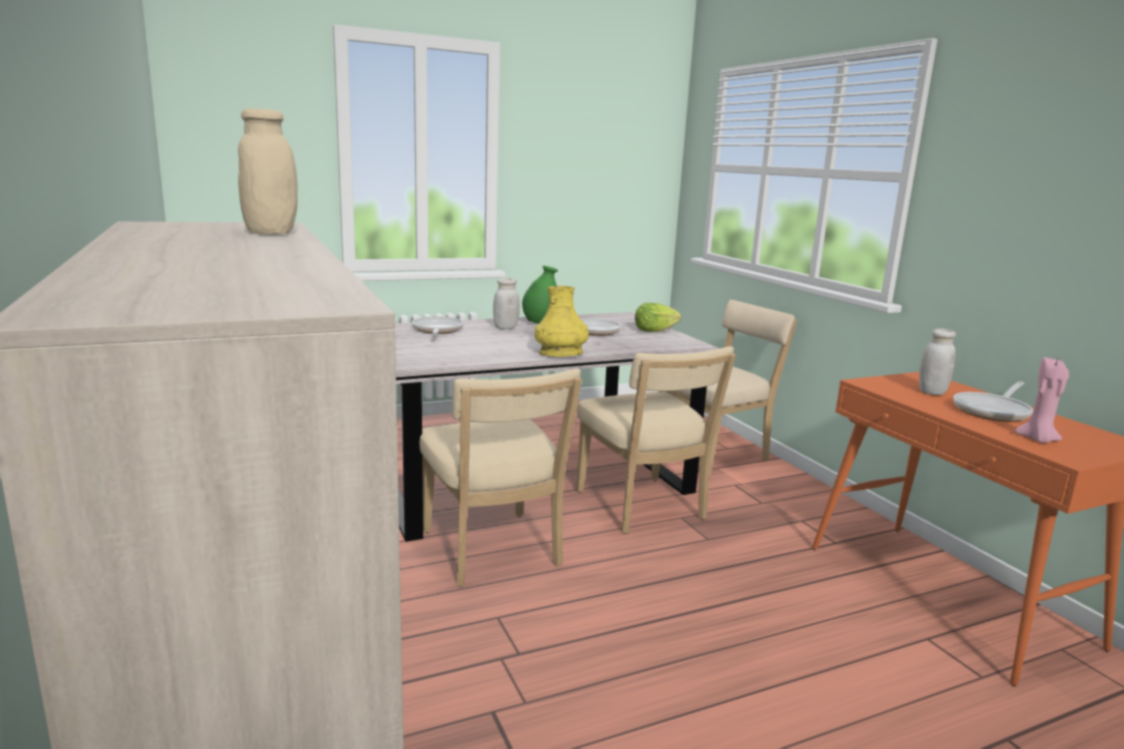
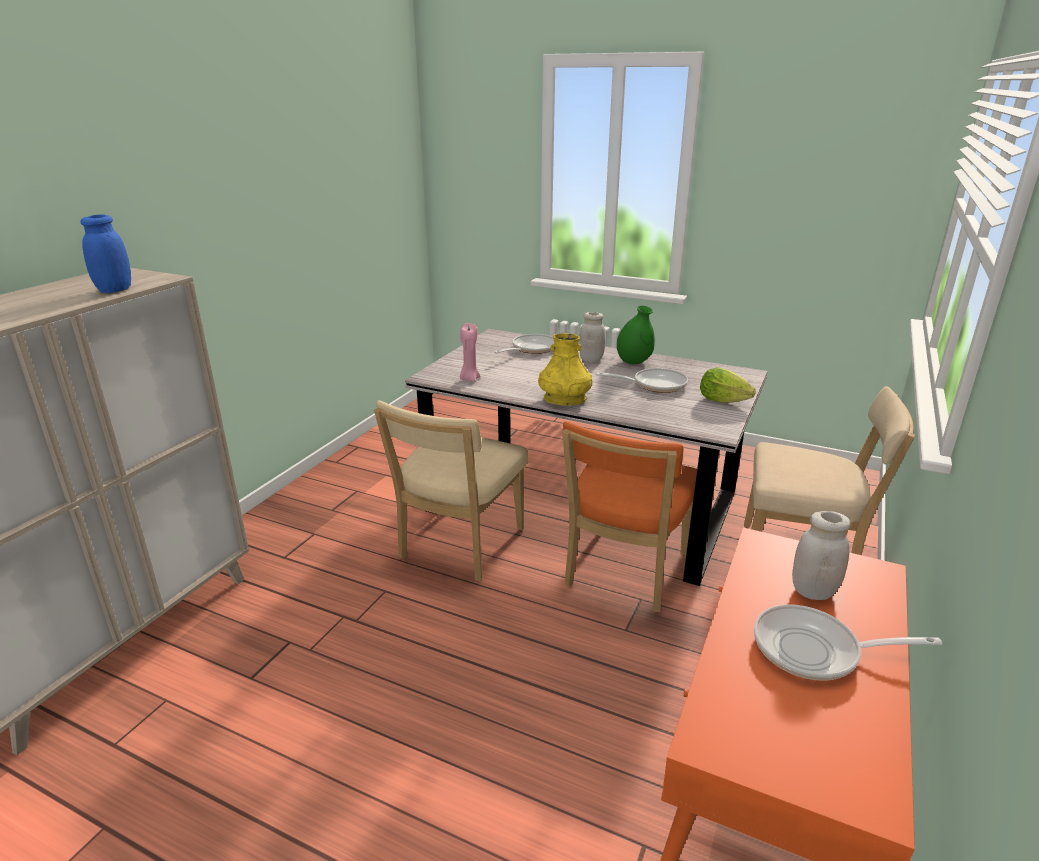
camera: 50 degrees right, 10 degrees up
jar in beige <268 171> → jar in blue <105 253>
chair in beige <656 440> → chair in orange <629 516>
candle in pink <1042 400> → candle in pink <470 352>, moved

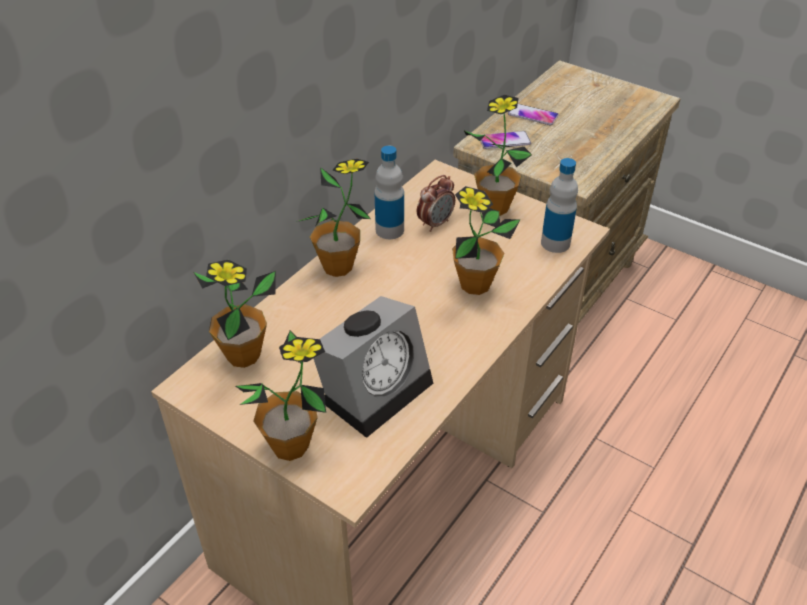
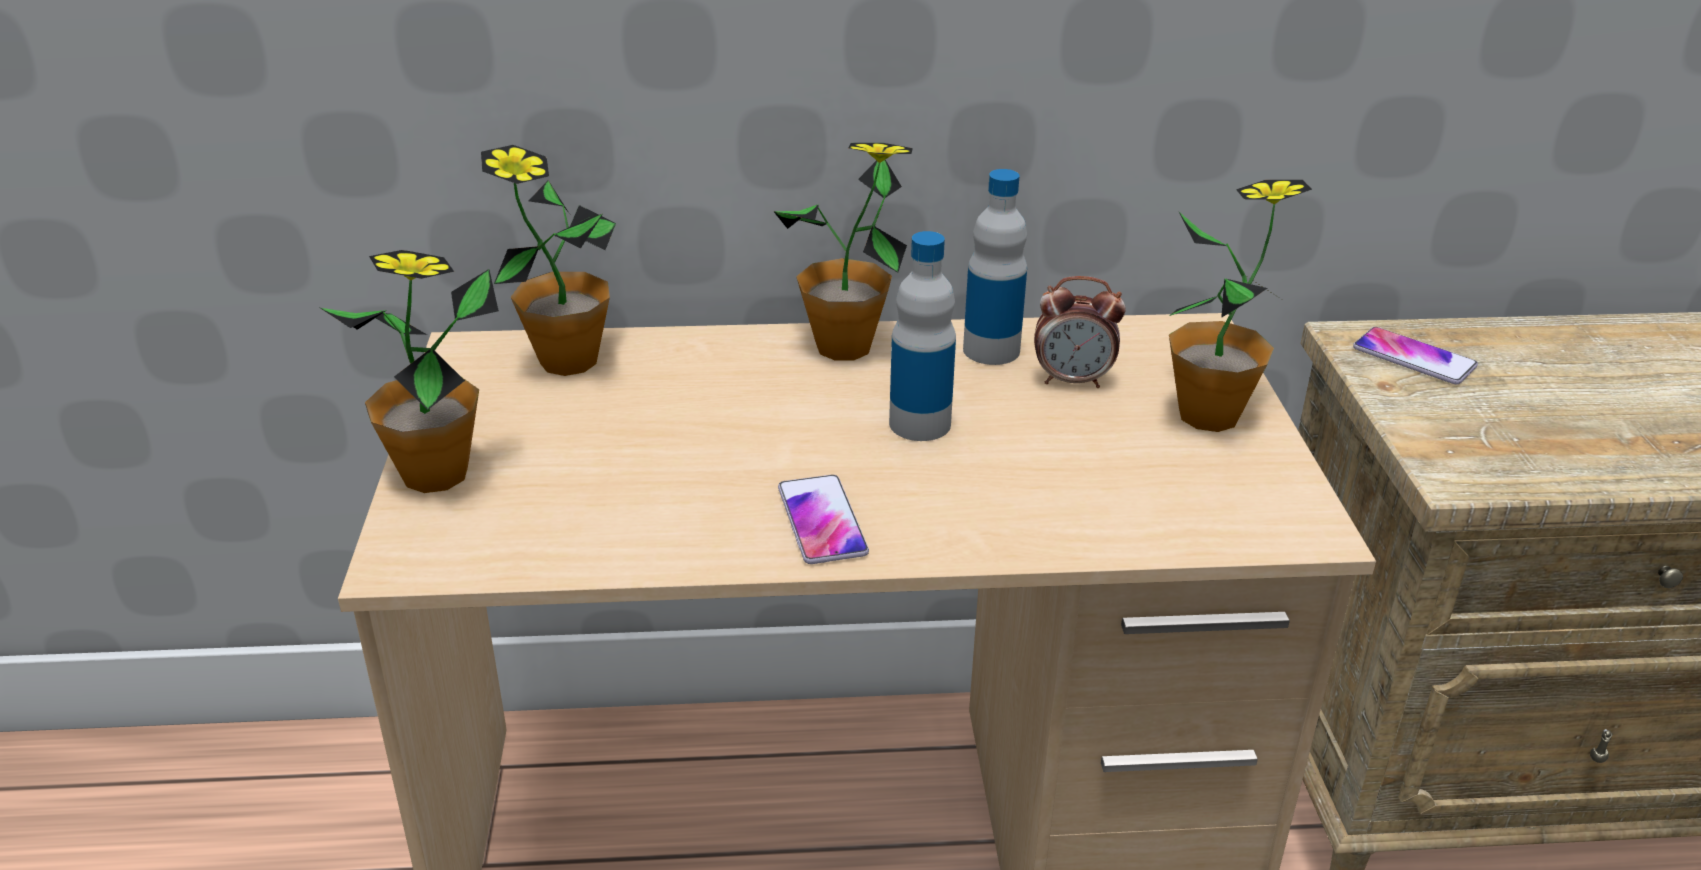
camera: 50 degrees right, 10 degrees down
phone <533 114> → phone <823 519>, moved
bottle <559 205> → bottle <922 336>, moved
potted plant <486 240> → -
alarm clock <373 367> → -

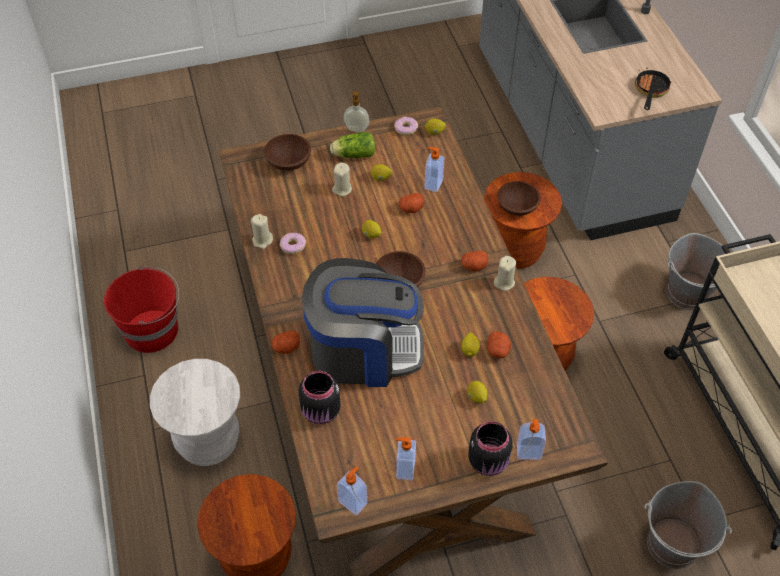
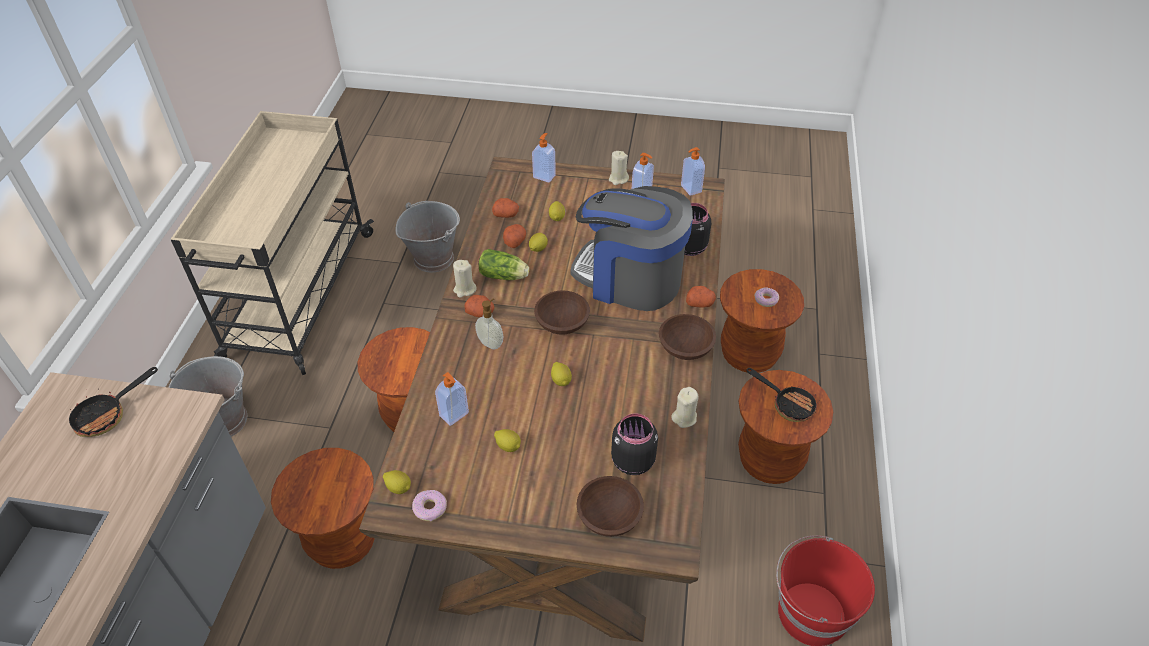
camera: 155 degrees left, 5 degrees down
soap dispenser <356 111> → soap dispenser <489 323>, moved
lettuce <352 145> → lettuce <504 264>, moved
candle in beige <342 179> → candle in beige <619 168>, moved
bowl in brown <519 198> → bowl in brown <687 337>, moved
potato <411 203> → potato <505 208>, moved
donut <293 243> → donut <766 297>, moved
stool in white <195 412> → stool in brown <785 427>
jar in black <490 448> → jar in black <634 444>, moved
- → frying pan <782 395>

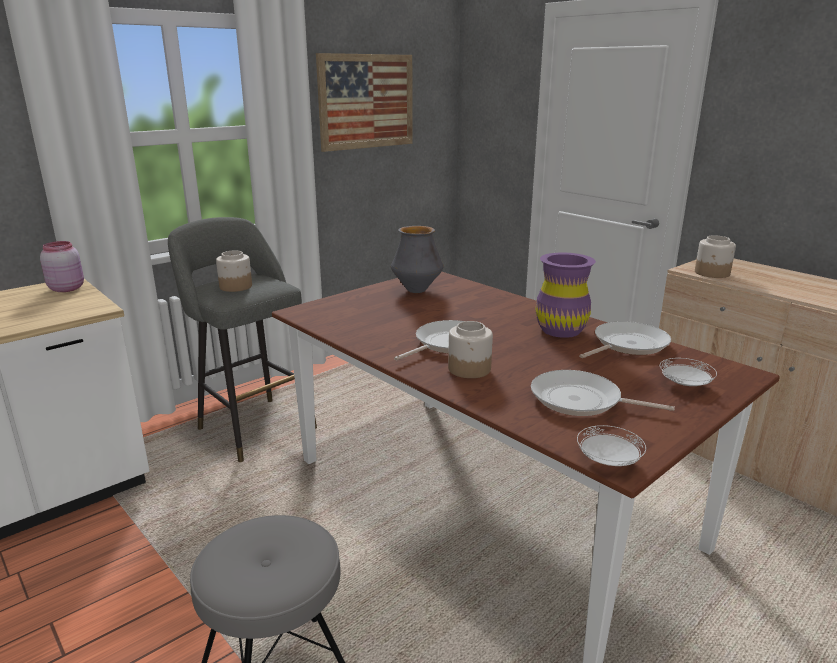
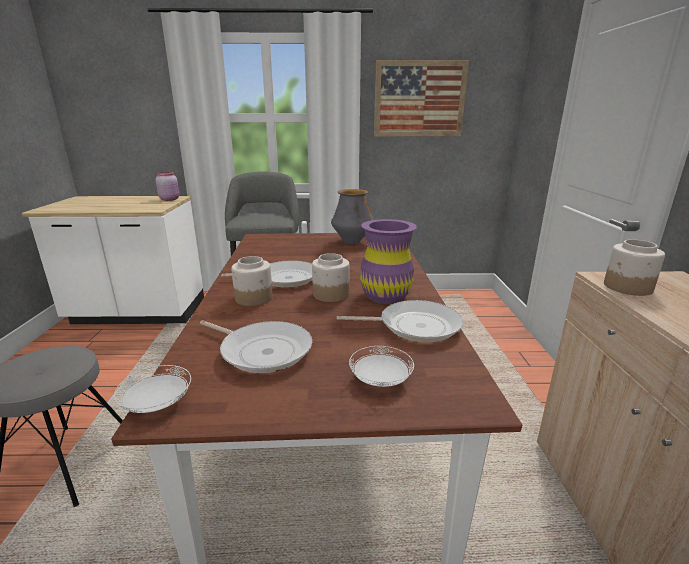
camera: 40 degrees right, 0 degrees up
jar <234 271> → jar <330 277>, moved
frying pan <603 393> → frying pan <256 346>, 150 degrees clockwise

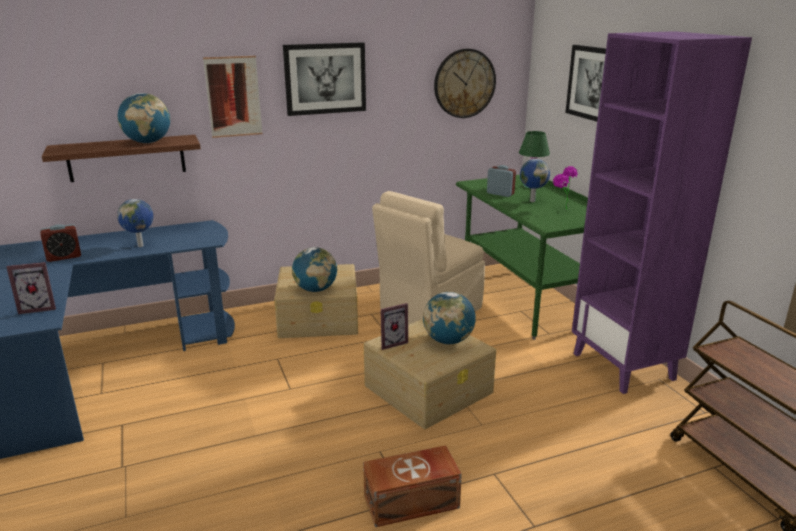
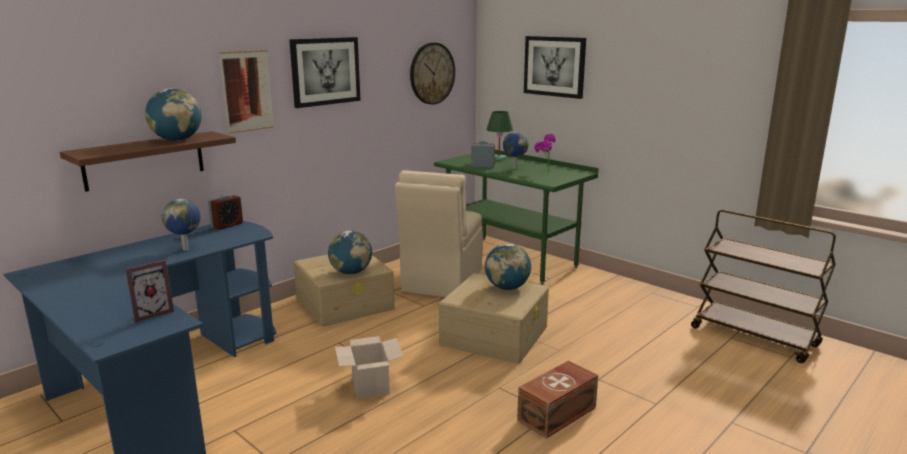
camera: 25 degrees left, 5 degrees down
bookcase in purple <662 212> → -
alarm clock <60 243> → alarm clock <225 212>, moved
picture frame <394 326> → -
- → cardboard box <369 367>

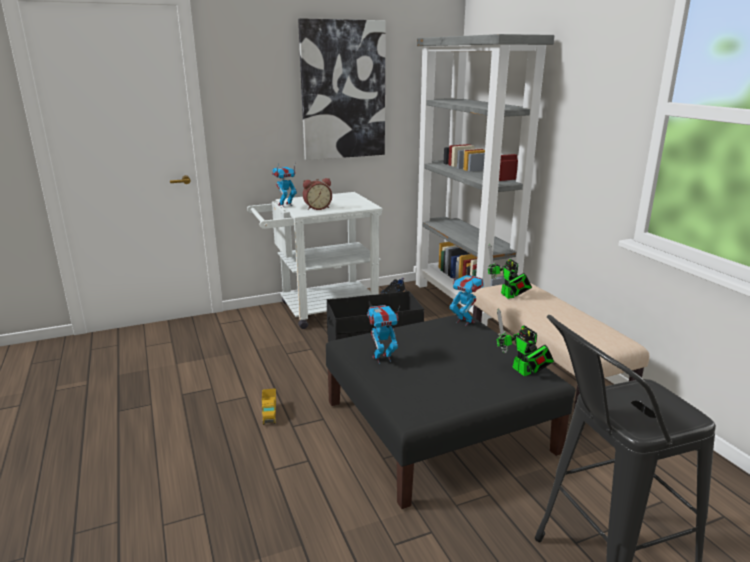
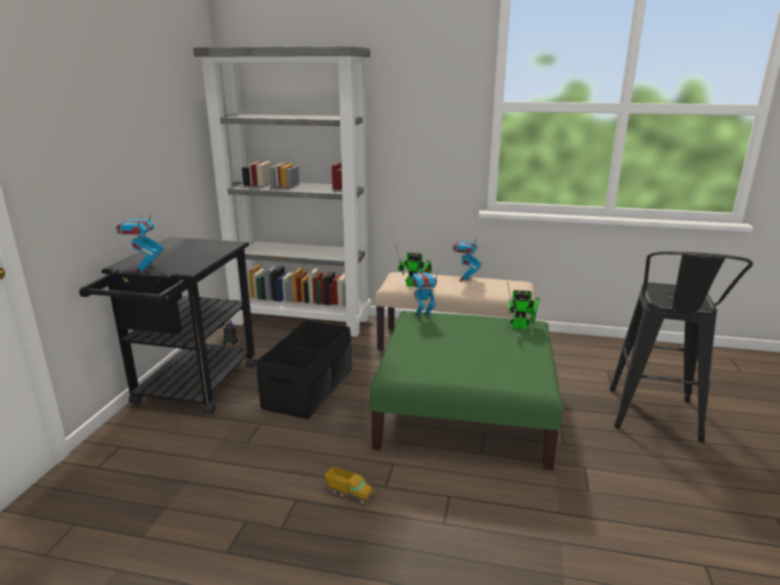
camera: 55 degrees left, 0 degrees up
picture <342 89> → -
alarm clock <317 194> → -
cart in white <315 260> → cart in black <167 325>
toy robot <383 334> → toy robot <466 259>, moved
ottoman in black <450 412> → ottoman in green <466 390>

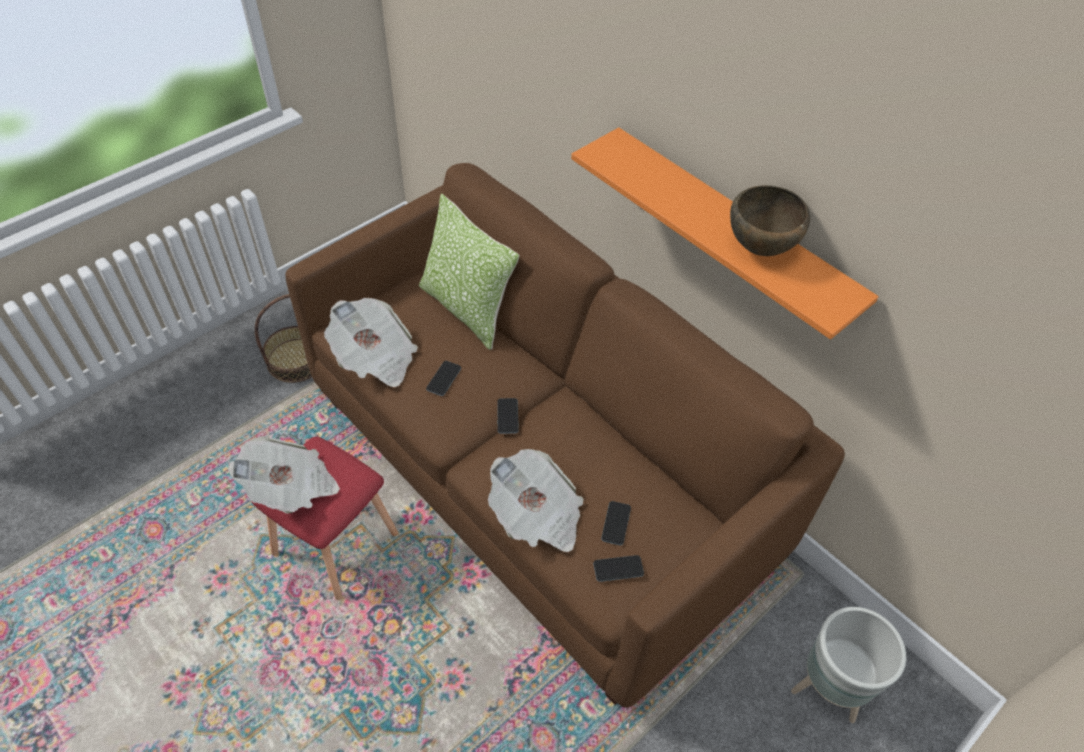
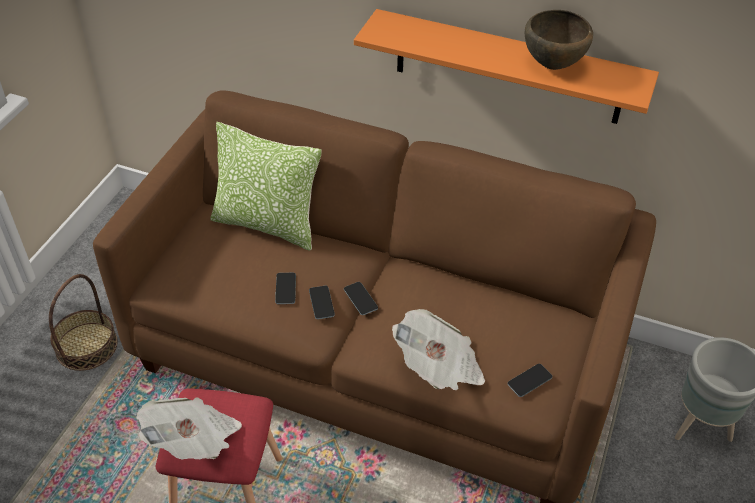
camera: 25 degrees left, 5 degrees down
newspaper <371 342> → -
phone <616 523> → phone <322 302>, moved

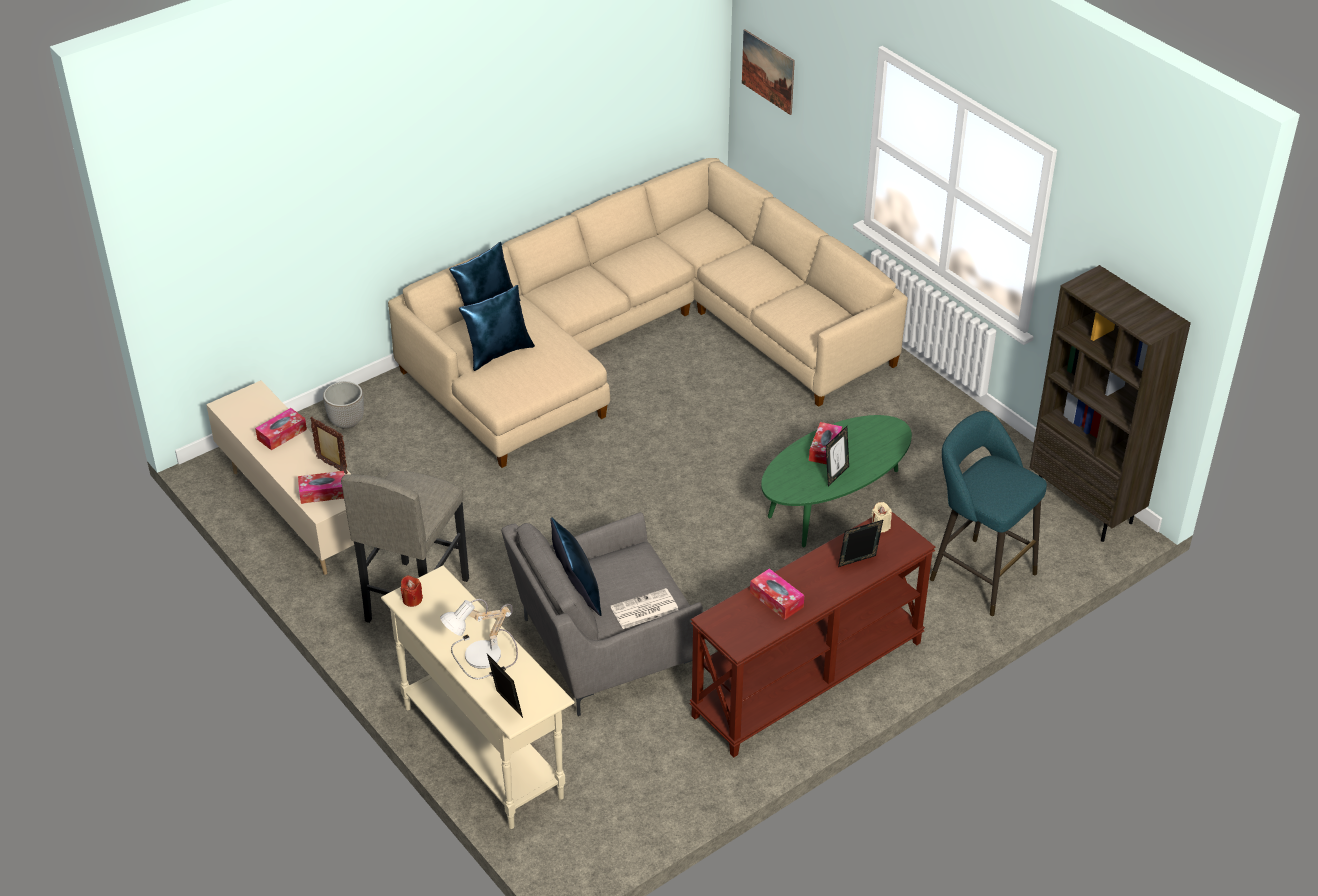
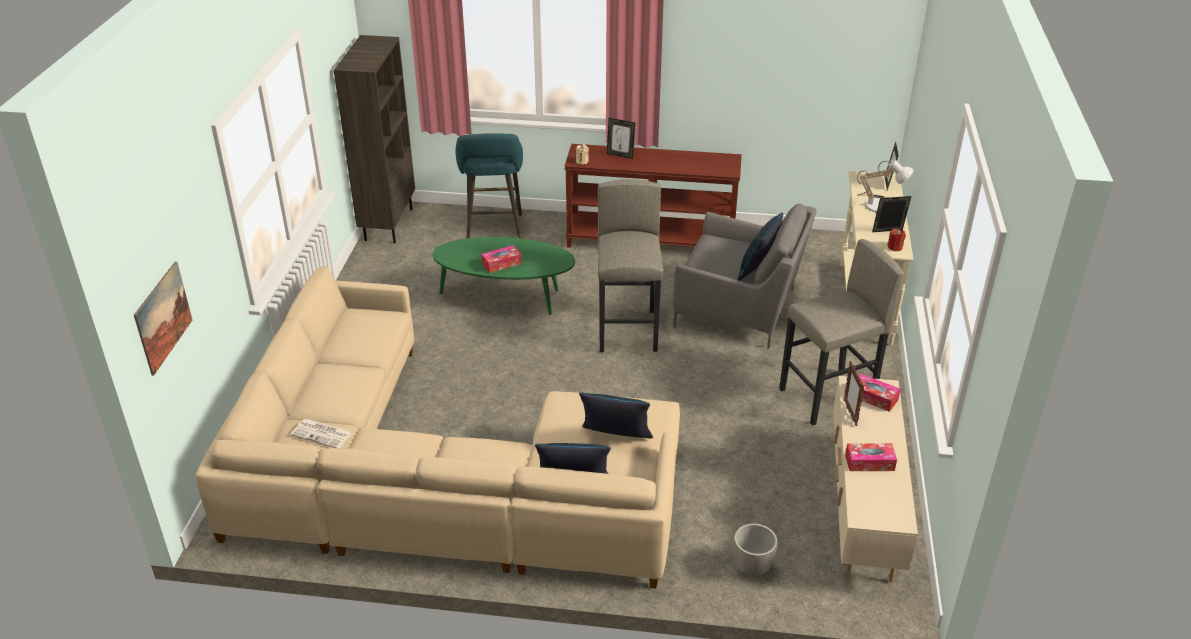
camera: 135 degrees left, 5 degrees down
picture frame <837 456> → picture frame <891 214>, moved
tissue box <777 594> → -
newspaper <644 608> → newspaper <322 433>, moved
- → stool in grey <630 265>

